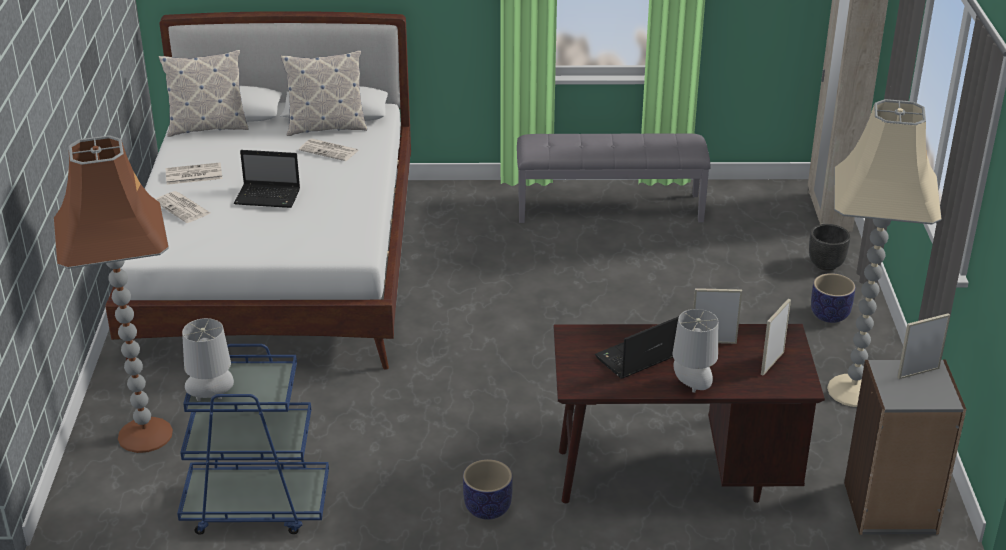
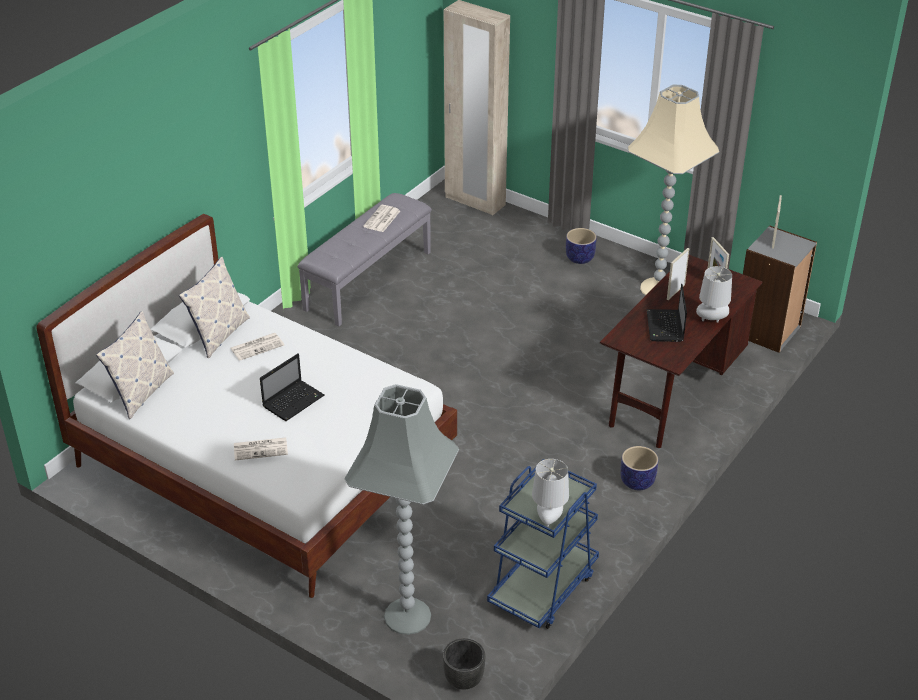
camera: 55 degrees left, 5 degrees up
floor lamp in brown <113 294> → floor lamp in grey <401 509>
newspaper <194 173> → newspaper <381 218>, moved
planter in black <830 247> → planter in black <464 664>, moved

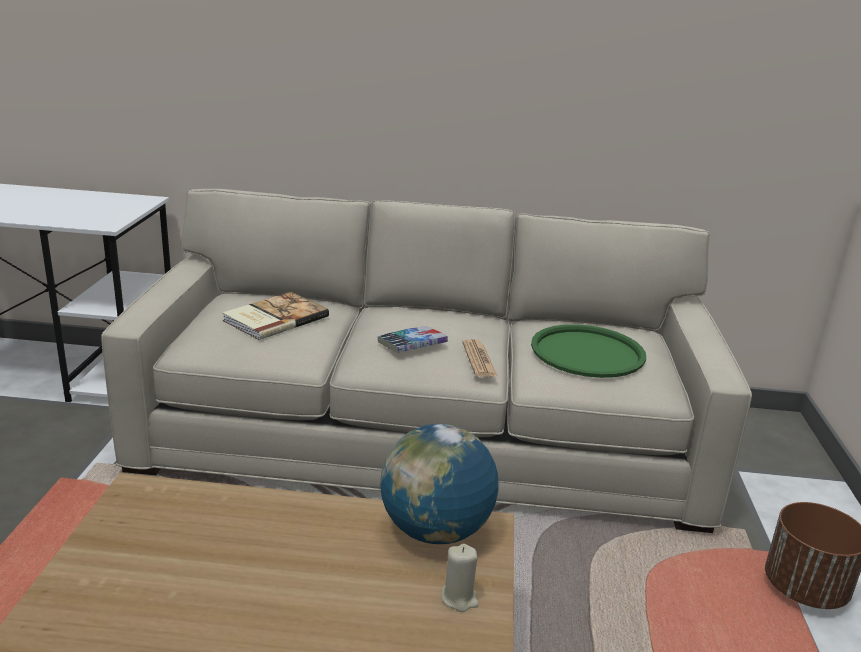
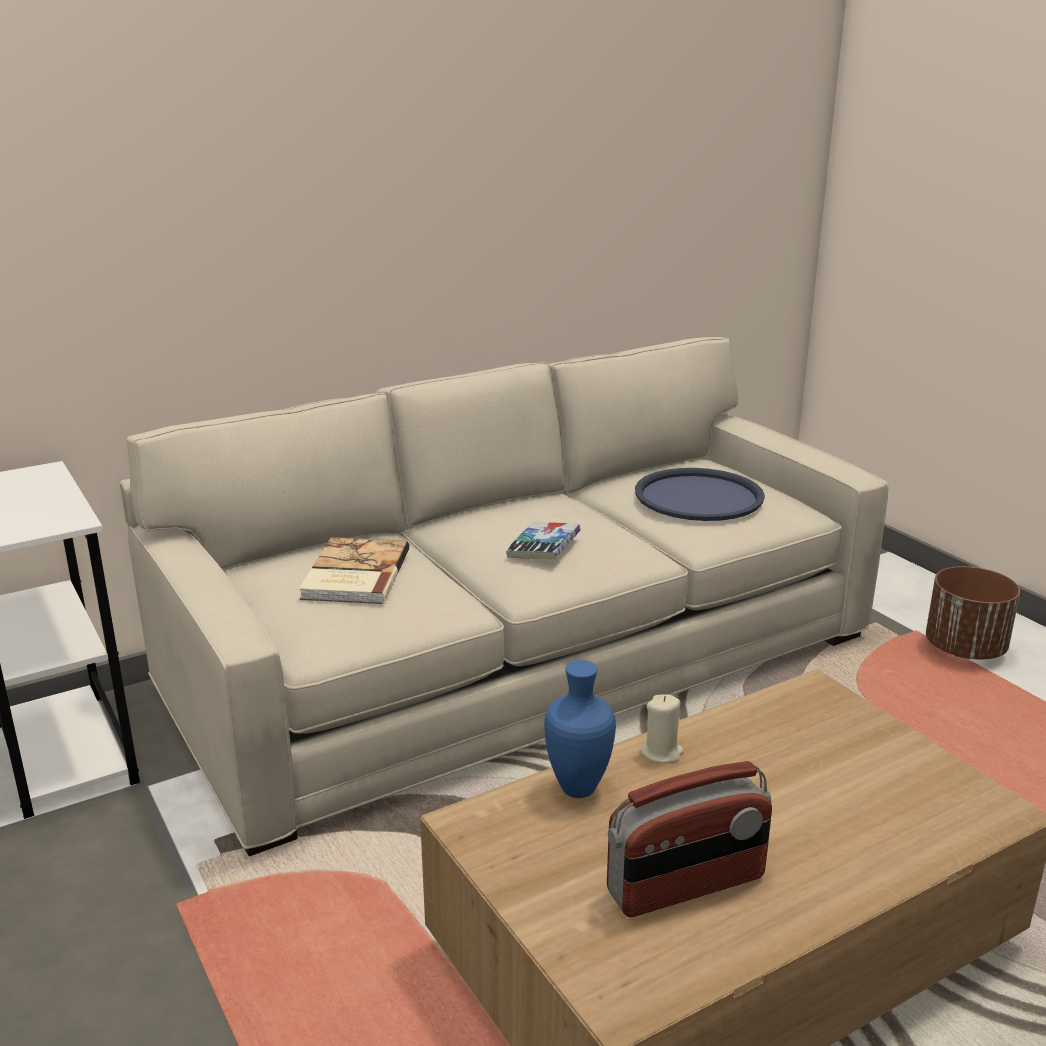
camera: 35 degrees left, 0 degrees up
tray in green <588 351> → tray in blue <700 494>
newspaper <480 358> → -
globe <439 484> → -
candle in beige <460 578> → candle in beige <662 728>, moved
- → vase in blue <580 729>
- → radio <689 839>

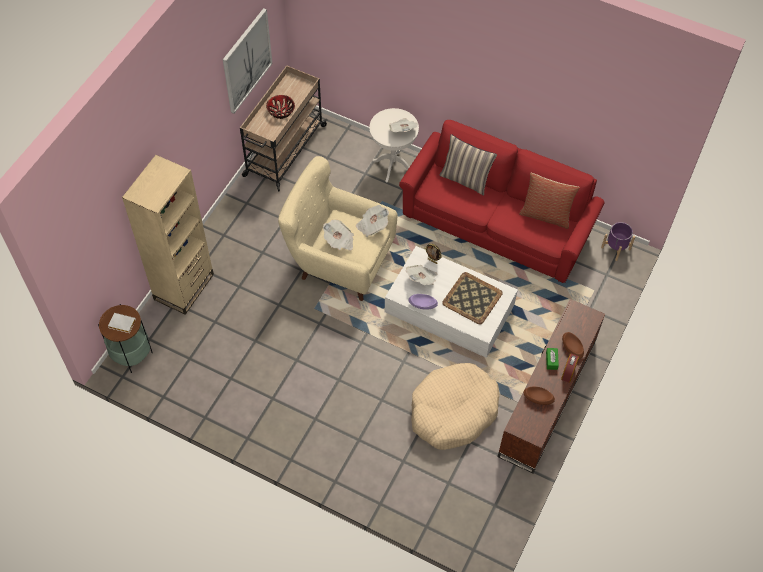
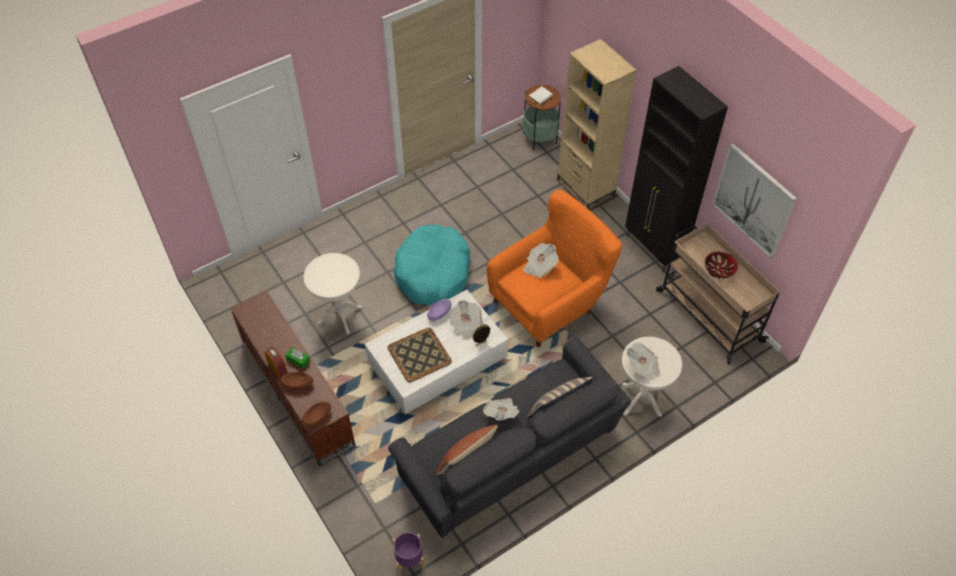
camera: 120 degrees right, 5 degrees down
sofa in red <501 201> → sofa in grey <509 437>
armchair in beige <337 228> → armchair in orange <554 268>
newspaper <372 221> → newspaper <501 409>, moved
dog bed in beige <455 406> → side table in white <333 293>
bowl in brown <539 396> → bowl in brown <316 414>, moved
- → cabinet in black <676 169>
- → dog bed in turquoise <432 265>

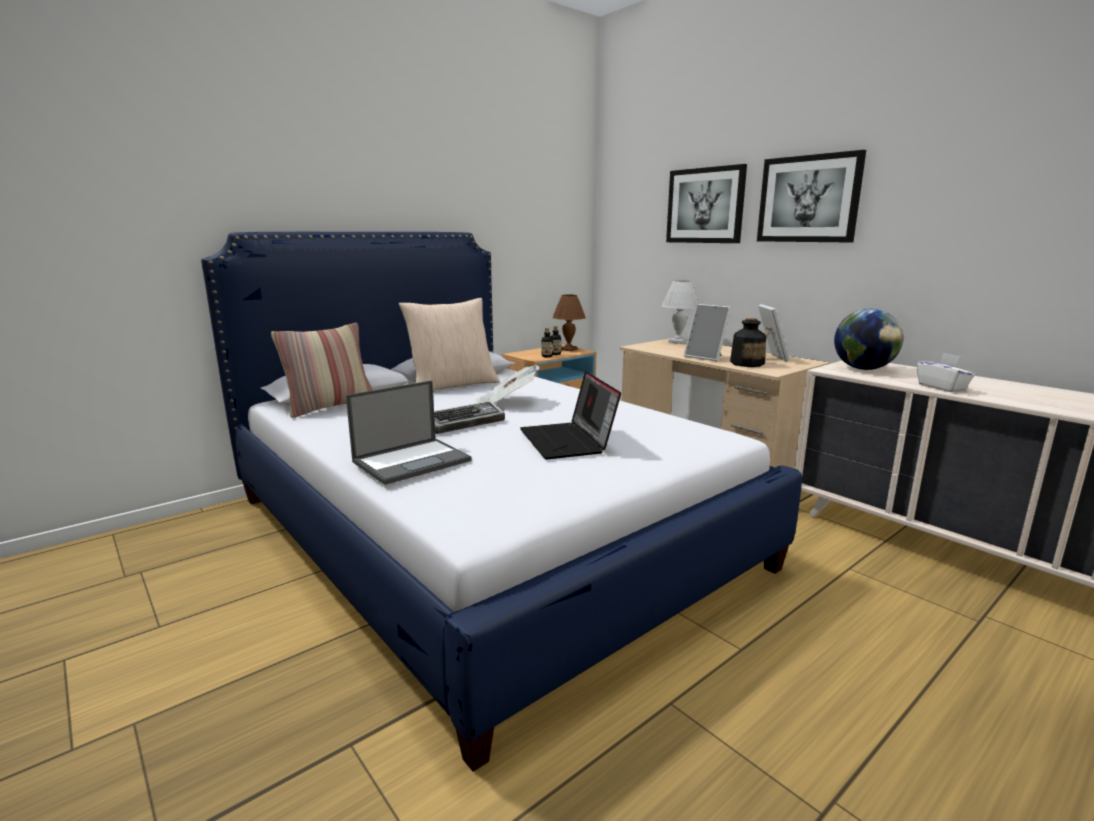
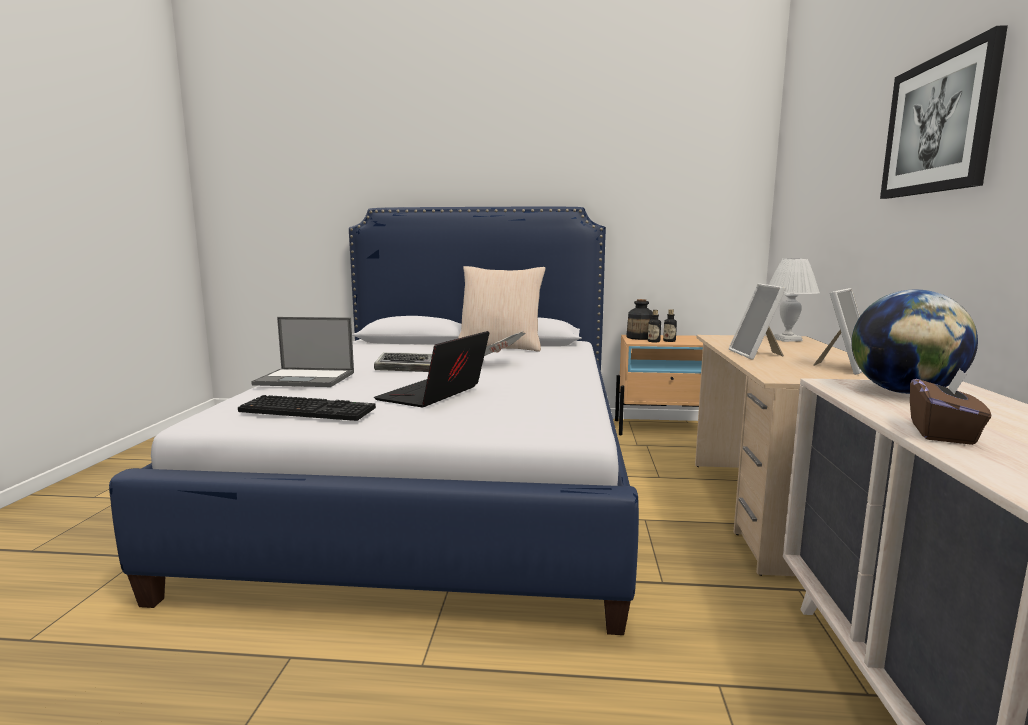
camera: 45 degrees right, 5 degrees down
picture <706 203> → -
table lamp in brown <569 323> → -
bottle <748 342> → bottle <639 319>, moved
pillow <322 370> → -
tissue box in white <946 372> → tissue box in brown <950 407>
- → keyboard <307 408>

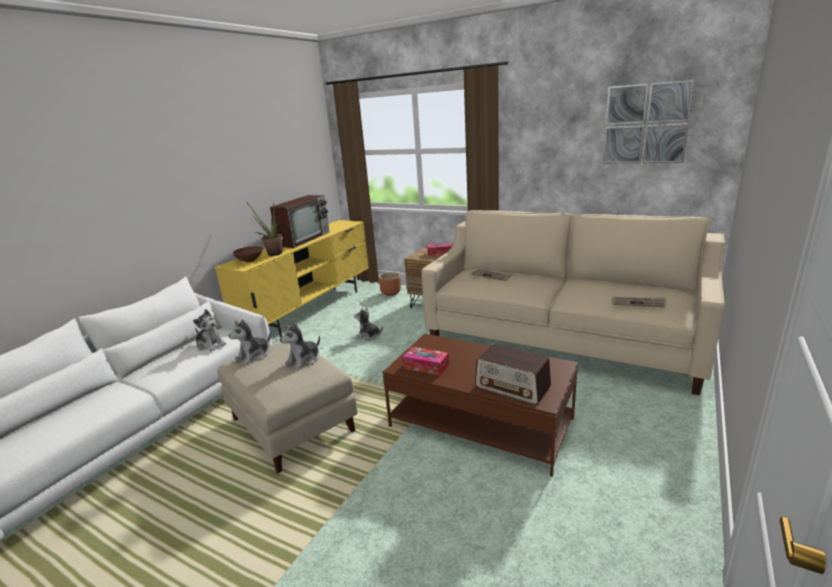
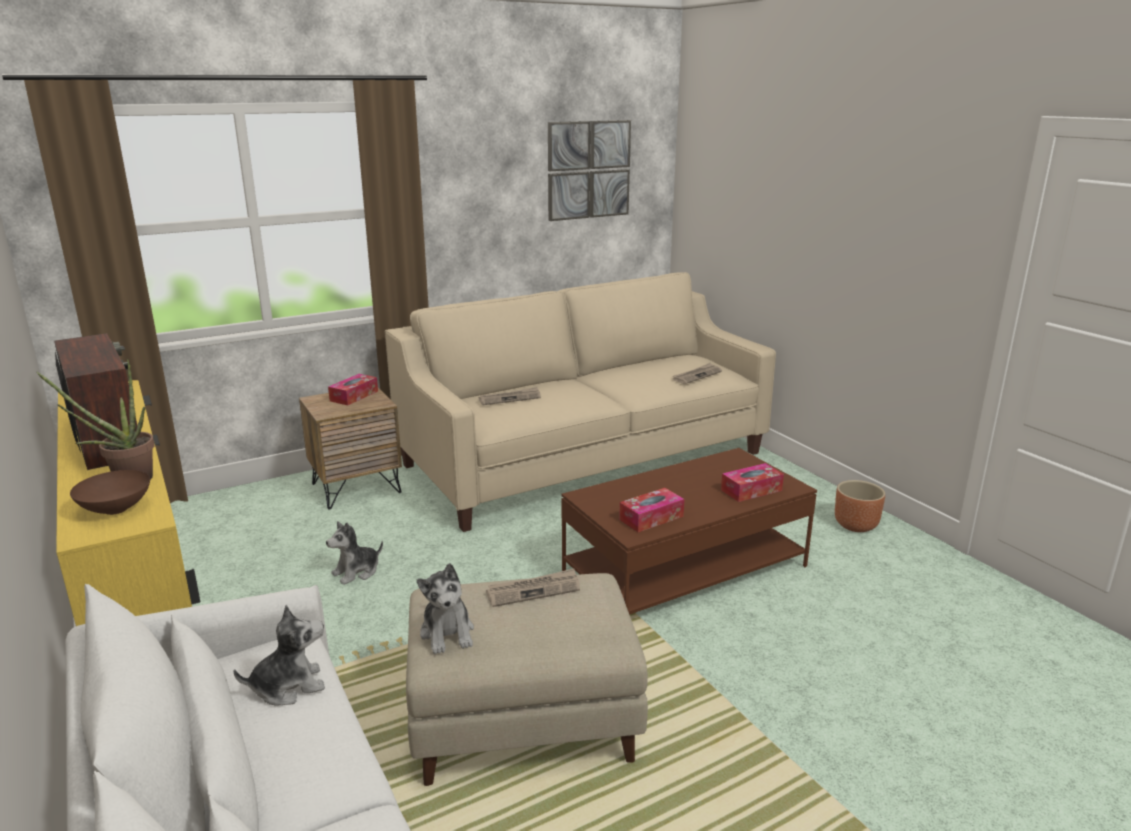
camera: 60 degrees left, 0 degrees up
planter in brown <390 284> → planter in brown <860 506>, moved
plush toy <300 346> → newspaper <533 588>
radio <513 374> → tissue box <752 482>

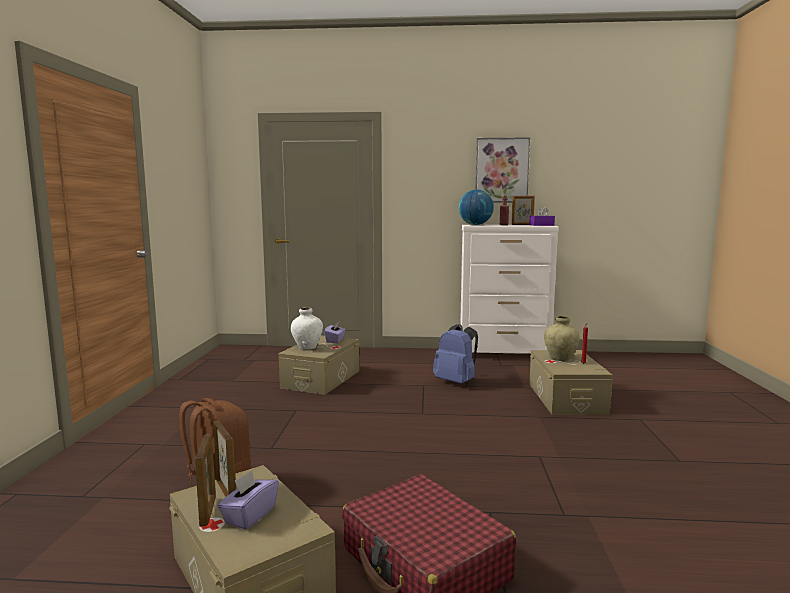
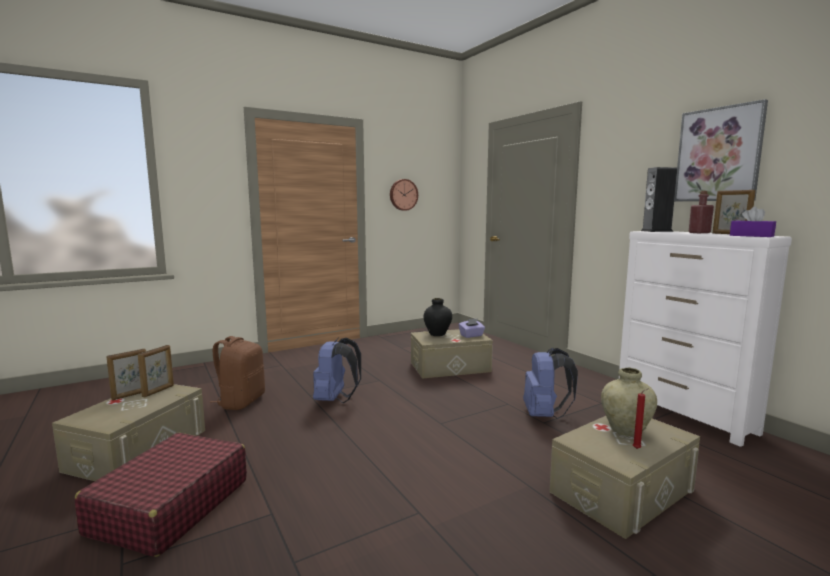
camera: 55 degrees right, 0 degrees up
globe <476 207> → speaker <659 199>
vase in white <307 329> → vase in black <438 317>
tissue box in purple <248 500> → -
- → wall clock <404 195>
- → backpack in blue <337 370>

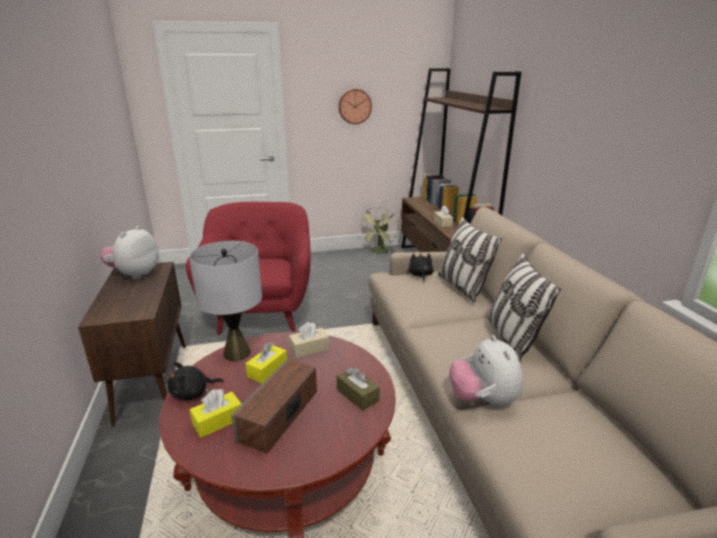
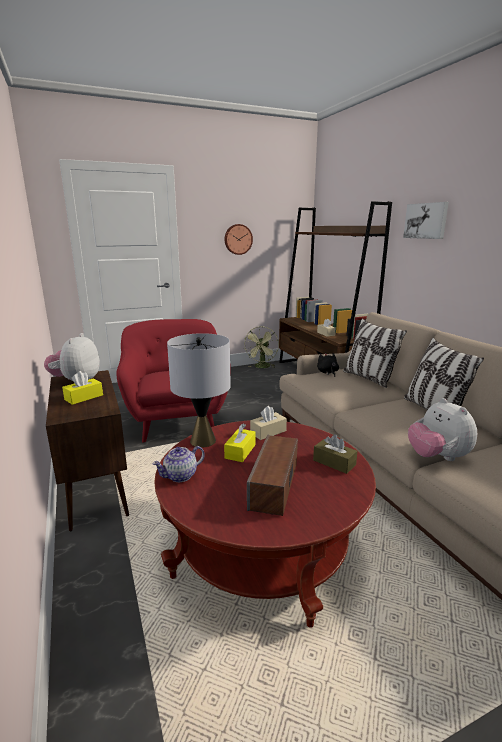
camera: 10 degrees left, 5 degrees down
plush toy in black <195 381> → teapot <178 464>
tissue box in yellow <216 413> → tissue box in yellow <82 388>, moved
- → picture <426 220>

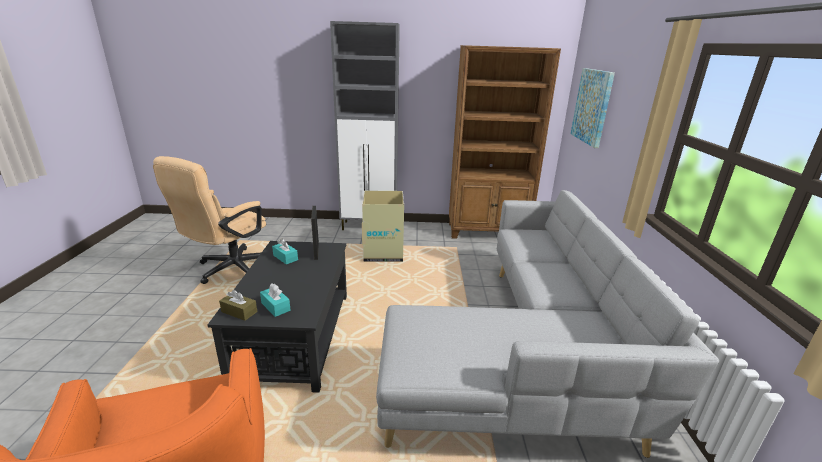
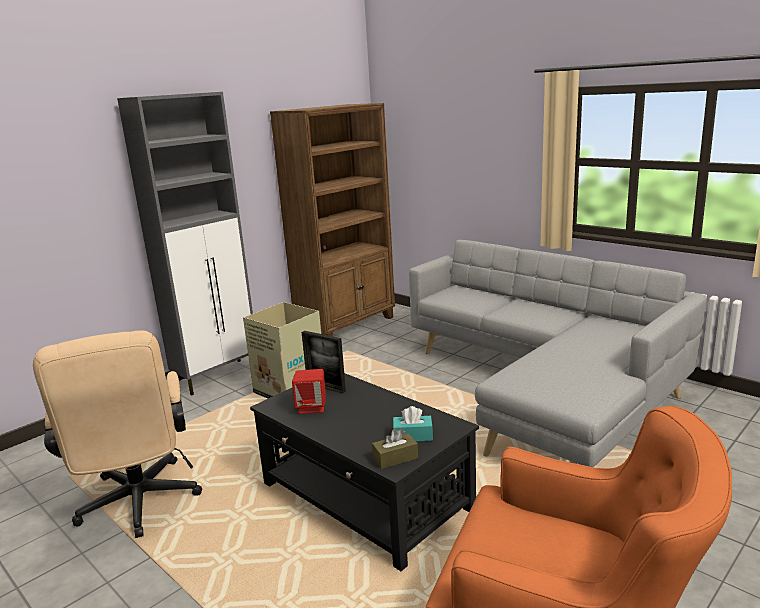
camera: 45 degrees left, 5 degrees down
picture <593 108> → -
tissue box in turquoise <285 251> → speaker in red <309 391>

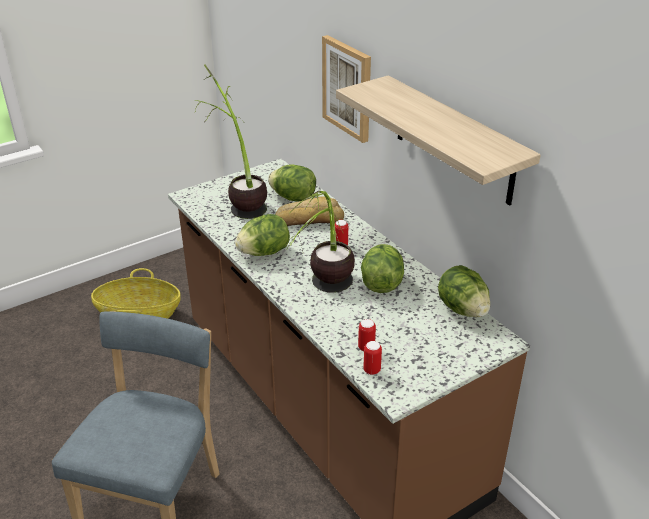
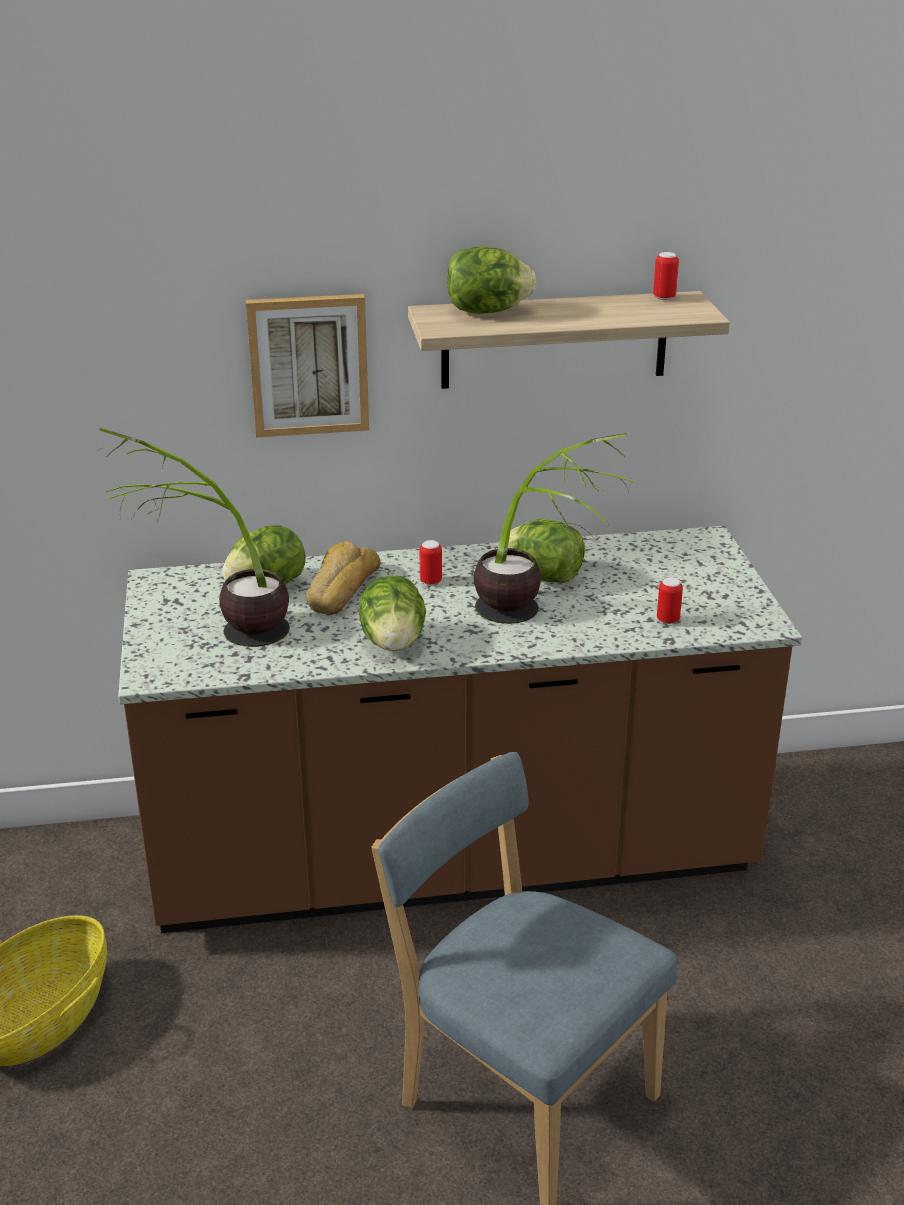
camera: 65 degrees left, 5 degrees down
lettuce <464 291> → lettuce <491 280>, moved
can <373 358> → can <666 276>, moved

